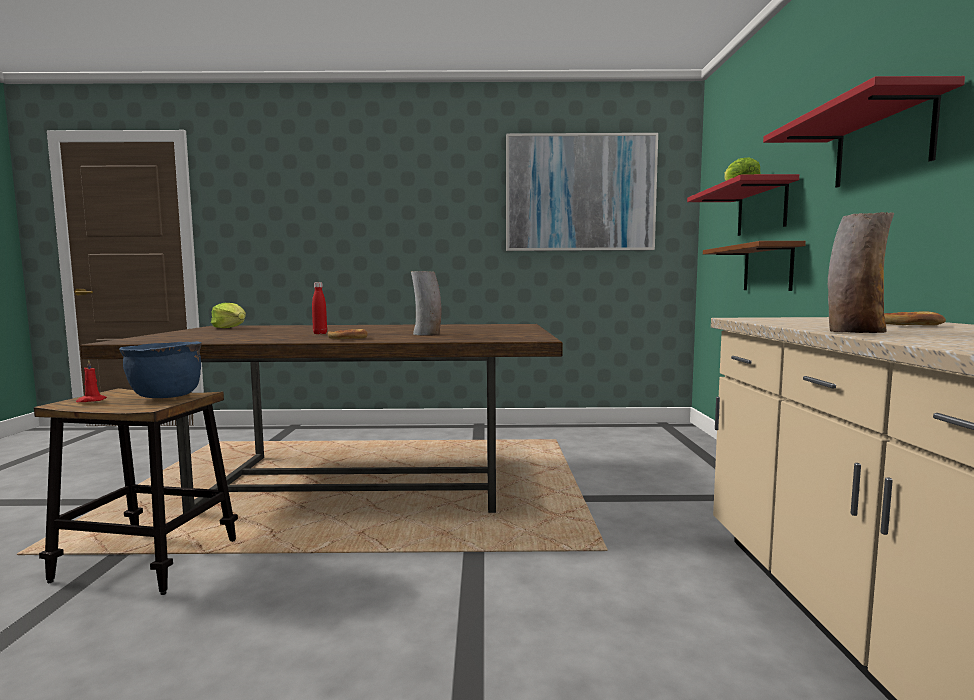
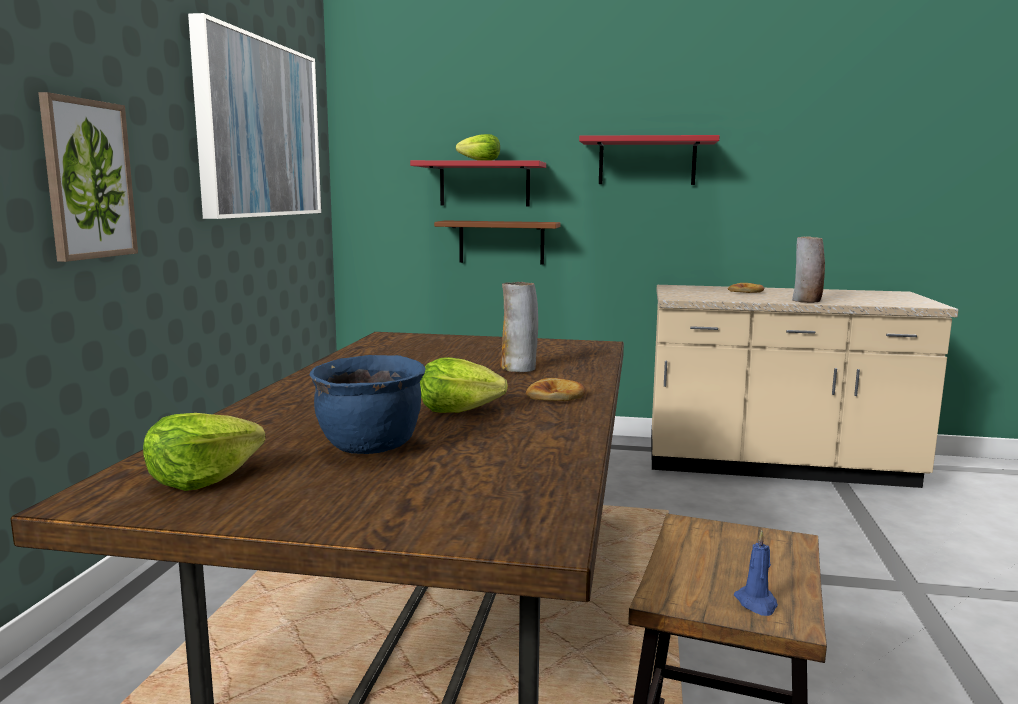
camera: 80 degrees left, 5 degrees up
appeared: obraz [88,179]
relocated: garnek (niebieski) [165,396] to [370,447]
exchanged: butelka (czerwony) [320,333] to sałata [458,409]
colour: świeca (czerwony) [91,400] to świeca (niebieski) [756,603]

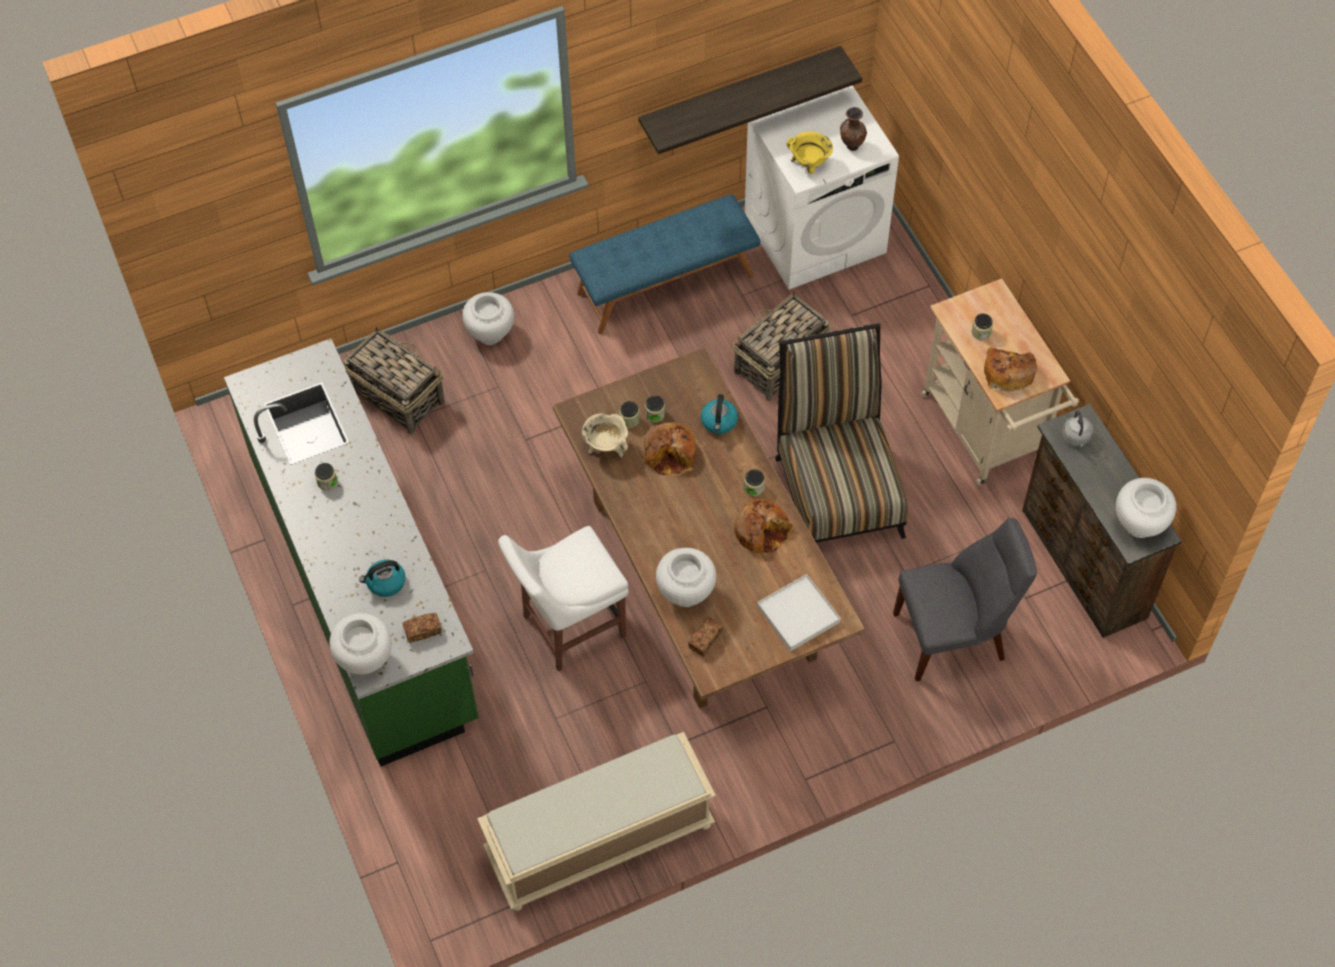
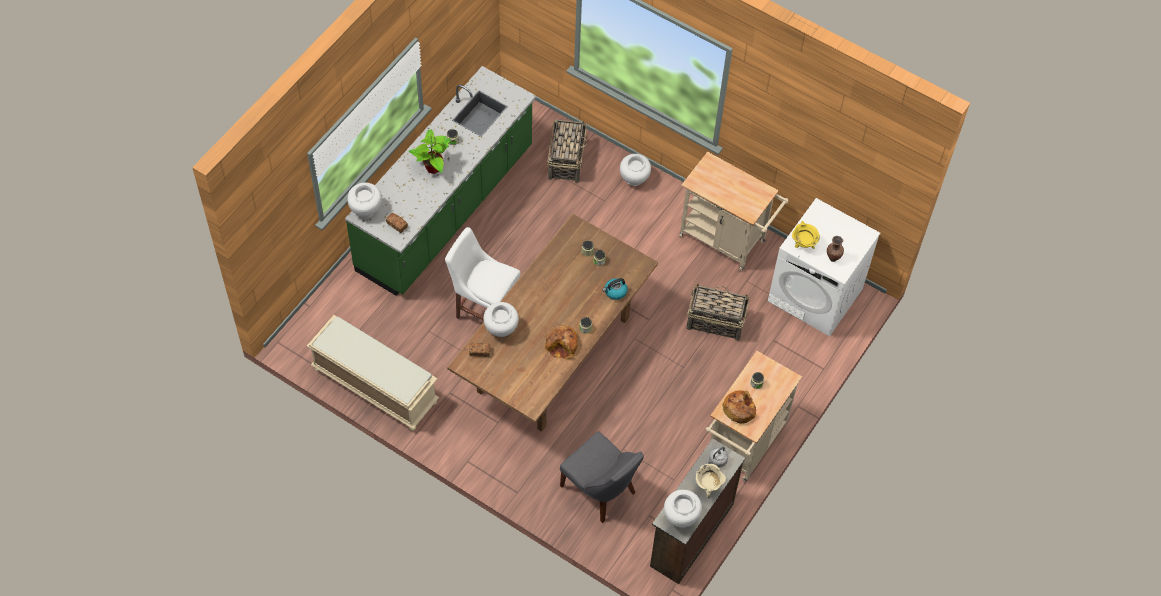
camera: 55 degrees right, 0 degrees up
missing: czajnik [385,583]; półka [740,94]; chleb [671,454]; taca (biały) [798,614]; krzesło [837,488]
appeared: roślina doniczkowa [433,168]
relocated: garnek (beżowy) [606,447] to [708,486]
exchanged: ławka (niebieski) [665,283] to wózek (beżowy) [726,241]

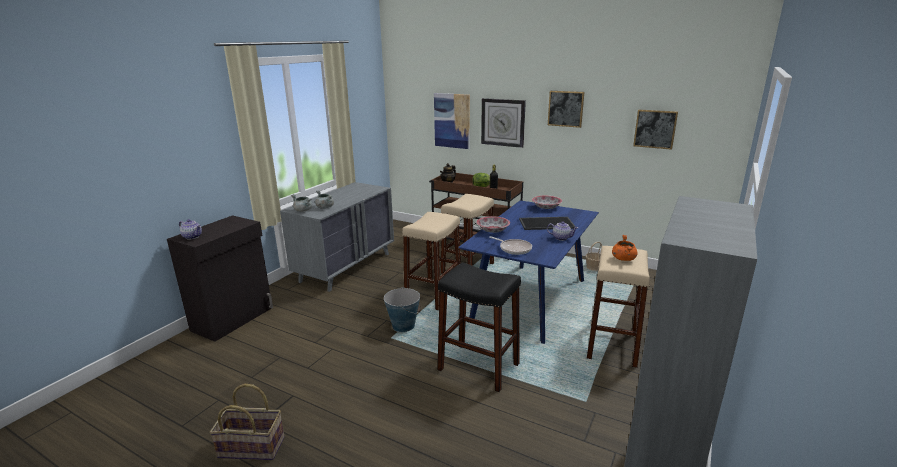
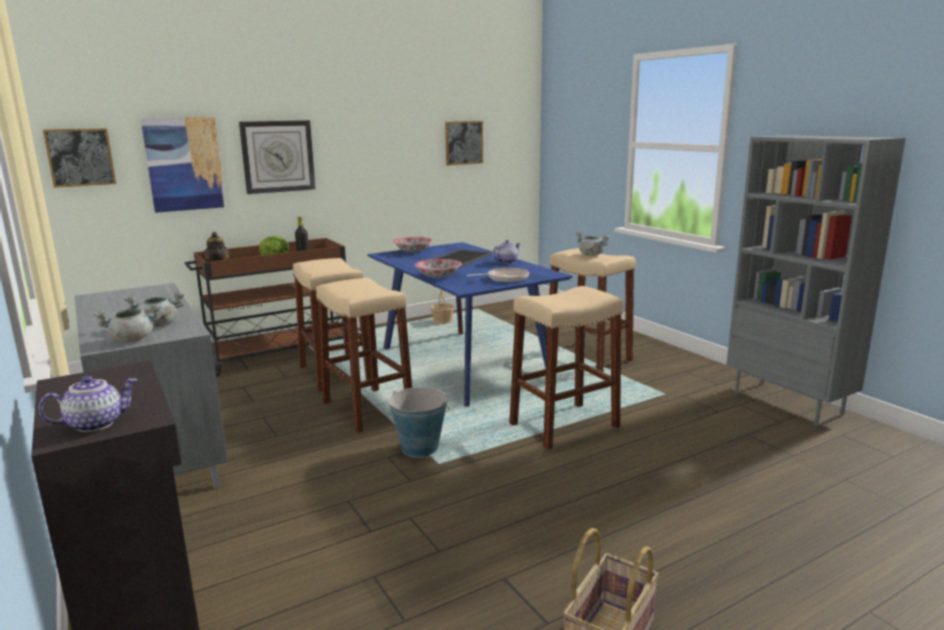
camera: 60 degrees left, 5 degrees down
relocated: obraz [565,108] to [80,157]
colour: stołek (czarny) [478,367] to stołek (beżowy) [564,425]; garnek (pomarańczowy) [623,258] to garnek (szary) [591,255]

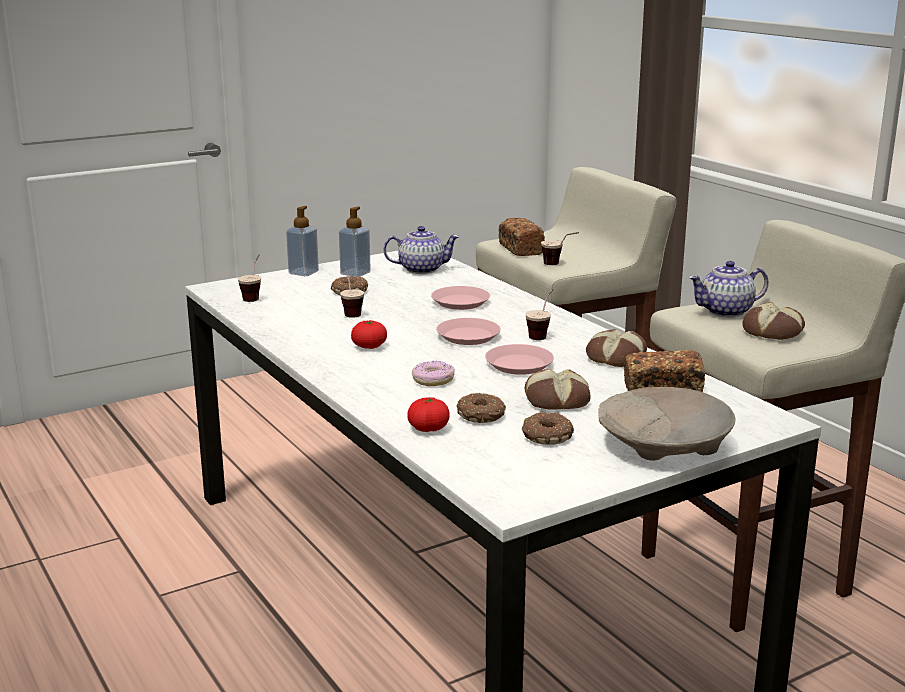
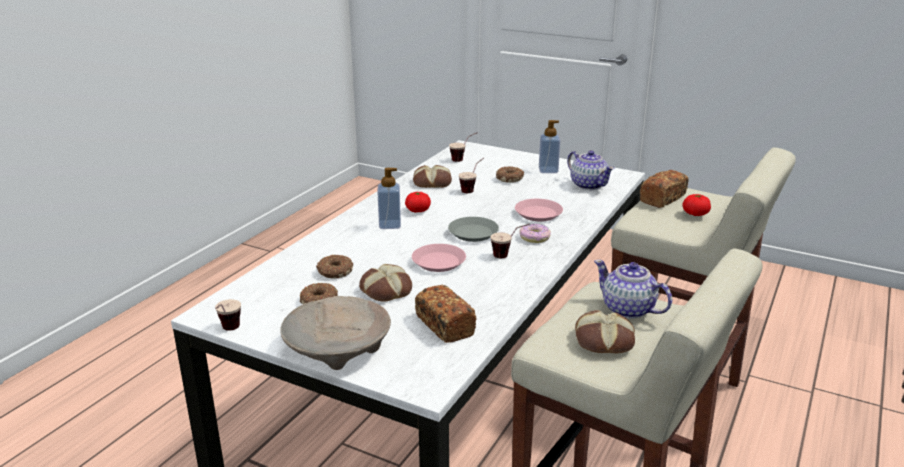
camera: 60 degrees right, 5 degrees up
relocated: dozownik mydła [303,272] to [390,225]; pomidor [428,428] to [695,214]; donut [432,380] to [534,237]; filiżanka [559,265] to [228,332]; chleb [614,356] to [432,182]
colour: talerz (różowy) [468,336] to talerz (szary) [473,233]

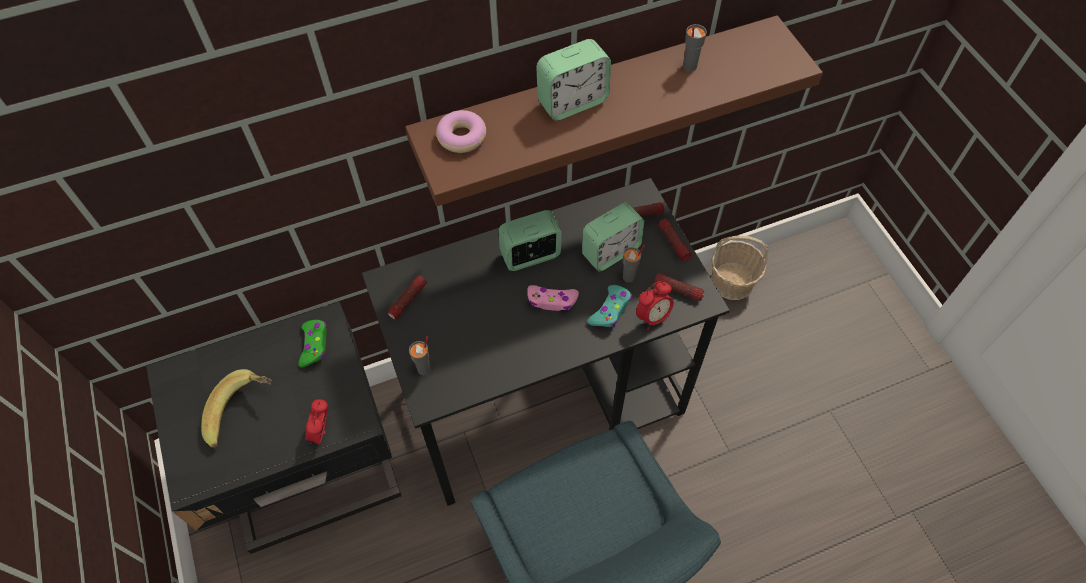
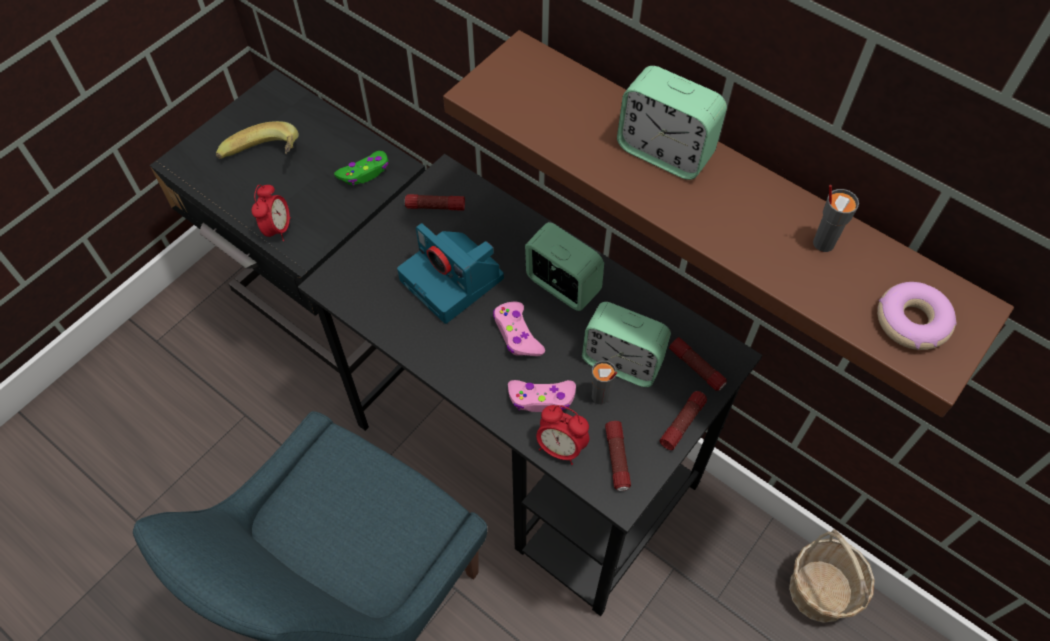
camera: 60 degrees right, 0 degrees up
missing: filiżanka (szary) [424,369]
appeared: aparat fotograficzny [454,280]
relocated: donut [462,137] to [911,322]
colour: pad do gier (turkusowy) [610,310] to pad do gier (różowy) [542,399]
spun: budzik [322,432] = [277,229] 120 degrees clockwise

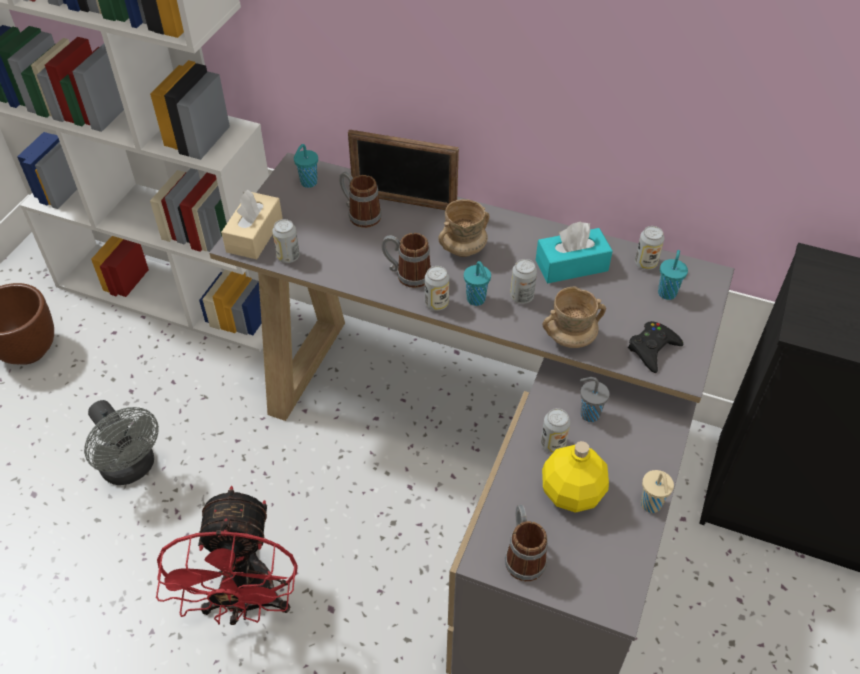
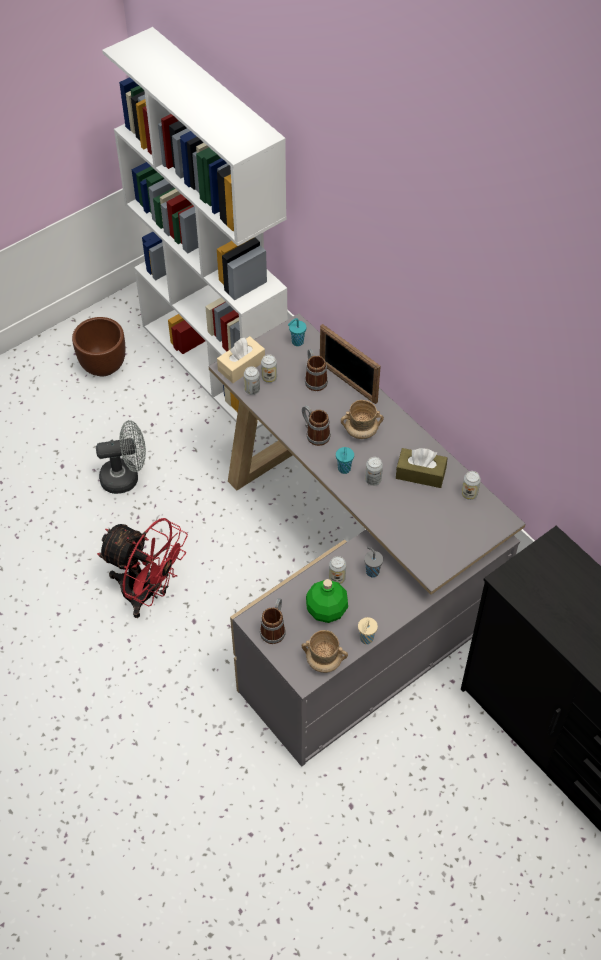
camera: 30 degrees right, 5 degrees up
missing: pad do gier (czarny) [652,349]; filiżanka (turkusowy) [667,292]
relocated: puszka [436,303] to [269,378]; kubek (beżowy) [570,337] to [324,661]
colour: pudełko chusteczek (turkusowy) [571,265] to pudełko chusteczek (brązowy) [420,474]; butelka (żółty) [572,492] to butelka (zielony) [327,610]
spun: wentylator (szary) [132,469] = [126,477] 90 degrees counterclockwise; wentylator (czerwony) [246,604] = [147,593] 90 degrees counterclockwise

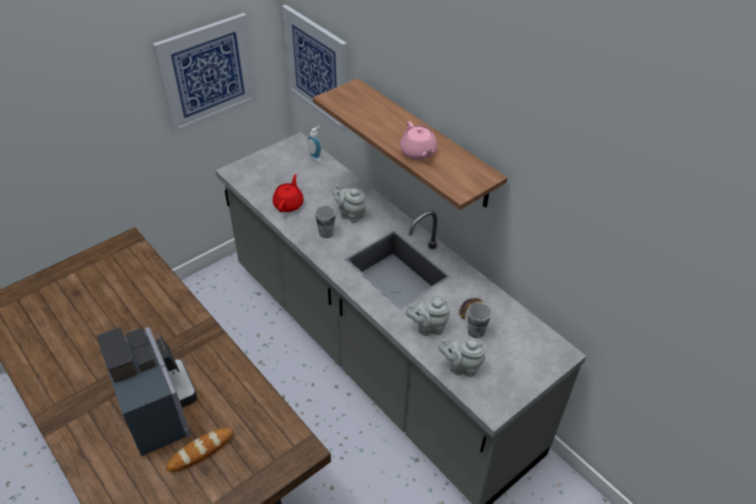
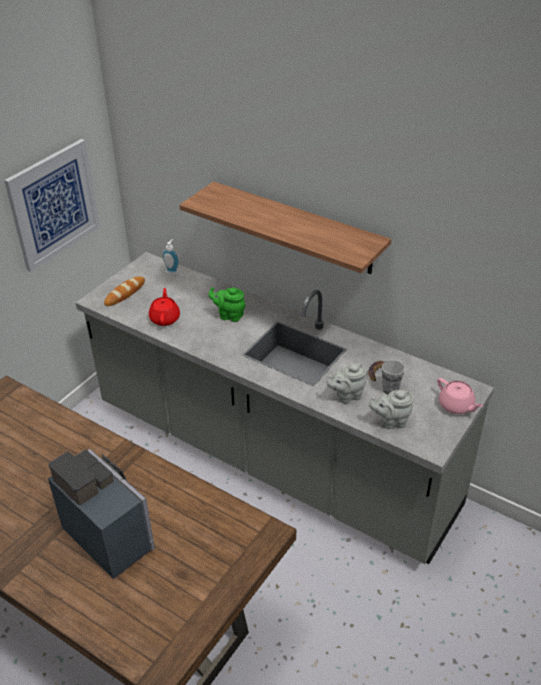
camera: 15 degrees left, 5 degrees down
missing: obraz [317,68]; filiżanka [326,233]
relocated: chleb [201,451] to [125,293]; imbryk (różowy) [418,152] to [456,406]
colour: imbryk (szary) [350,214] to imbryk (zielony) [229,315]

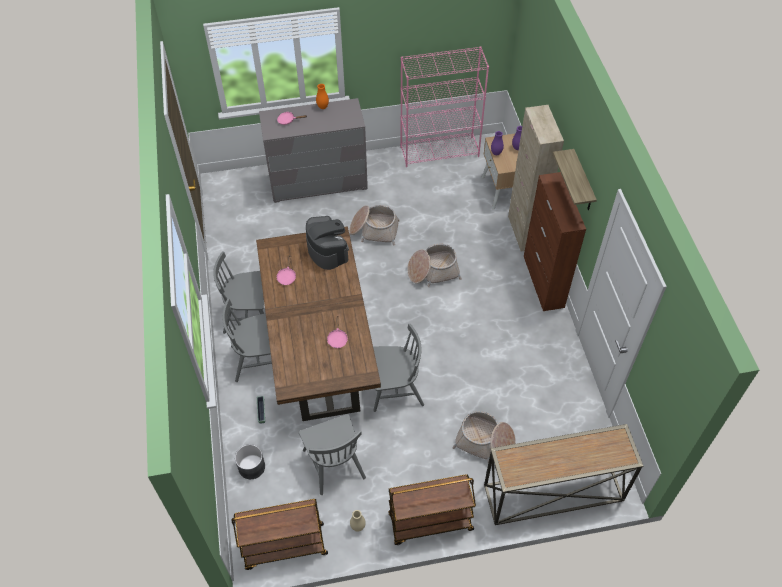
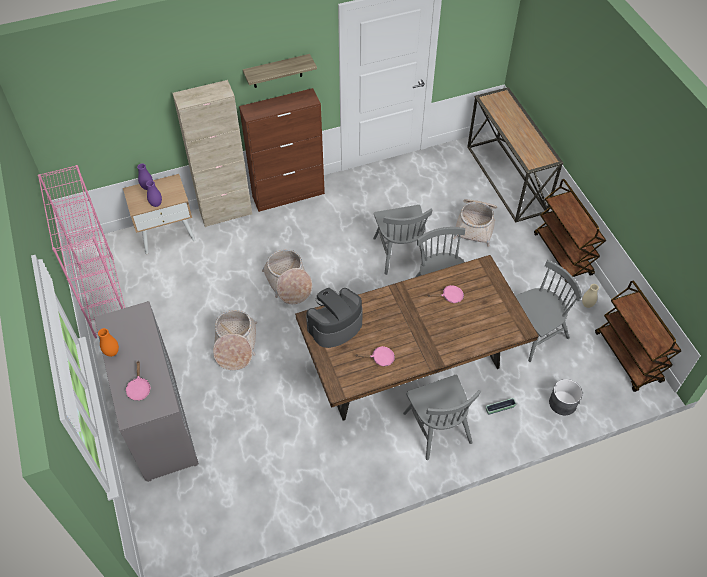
camera: 100 degrees left, 0 degrees up
relocated: krzesło (szary) [248,315] to [400,252]

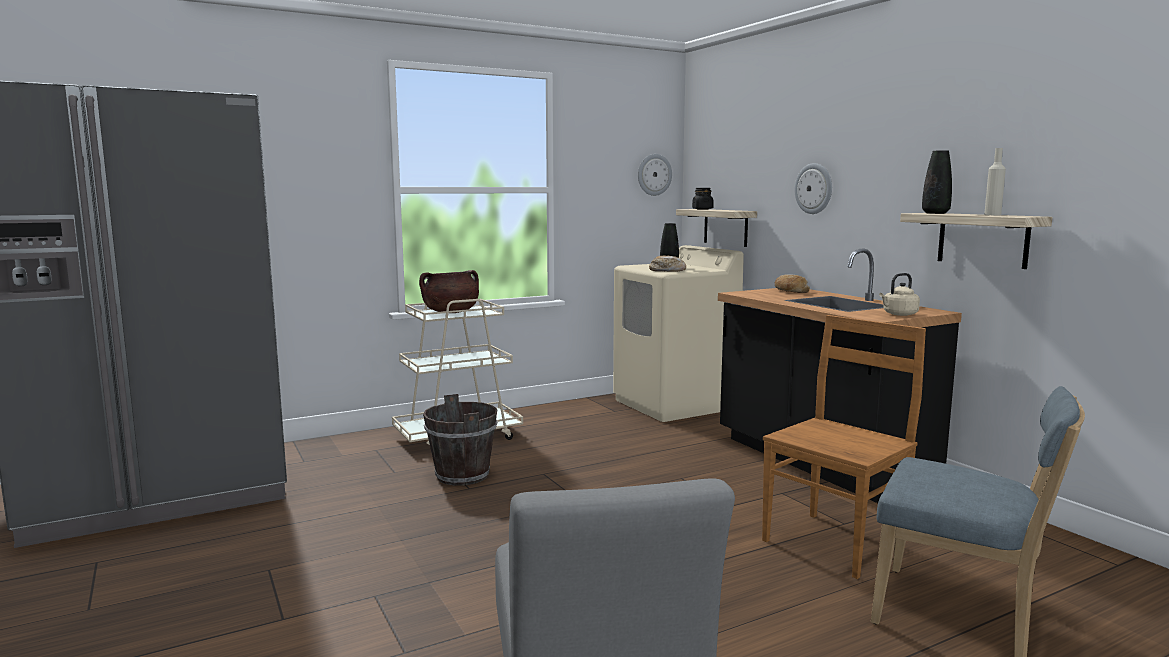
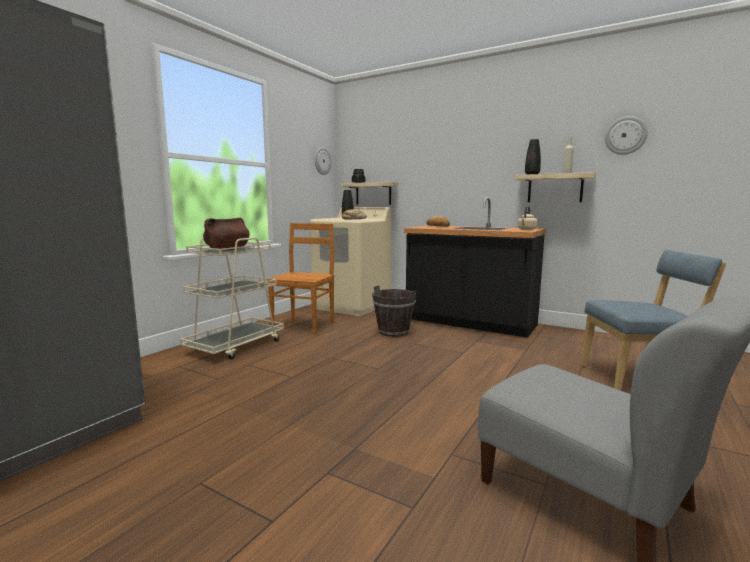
camera: 30 degrees left, 0 degrees up
relocated: wiadro (brązowy) [462,476] to [393,332]; krzesło (brązowy) [835,543] to [304,325]; zegar ścienny [814,188] to [625,135]

